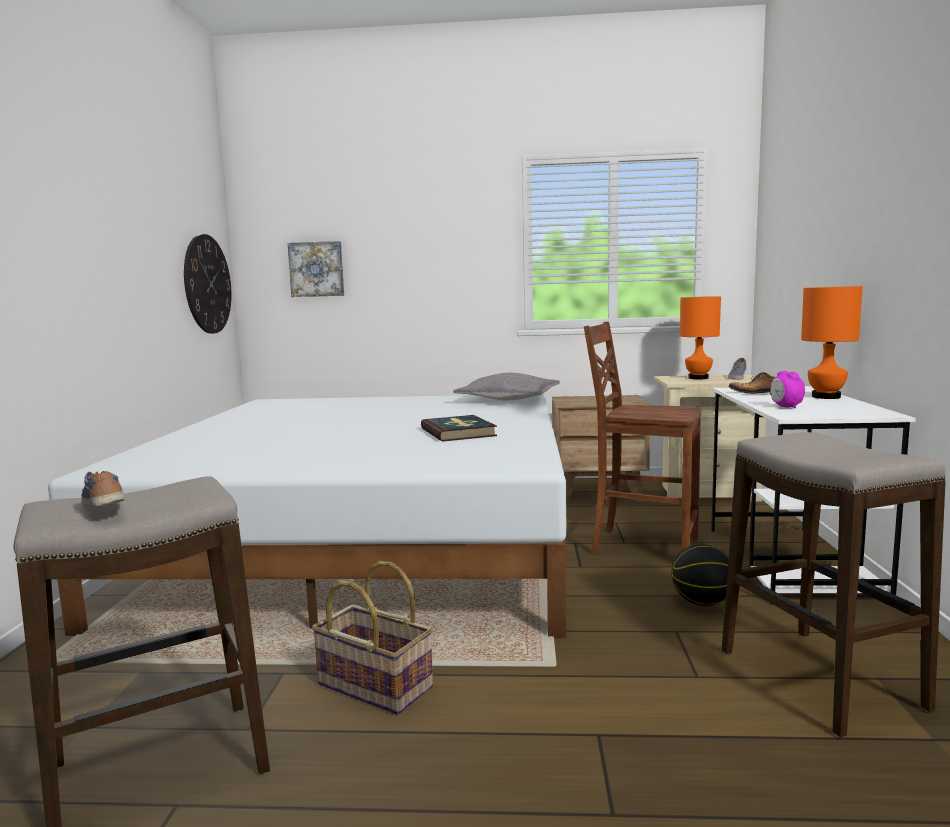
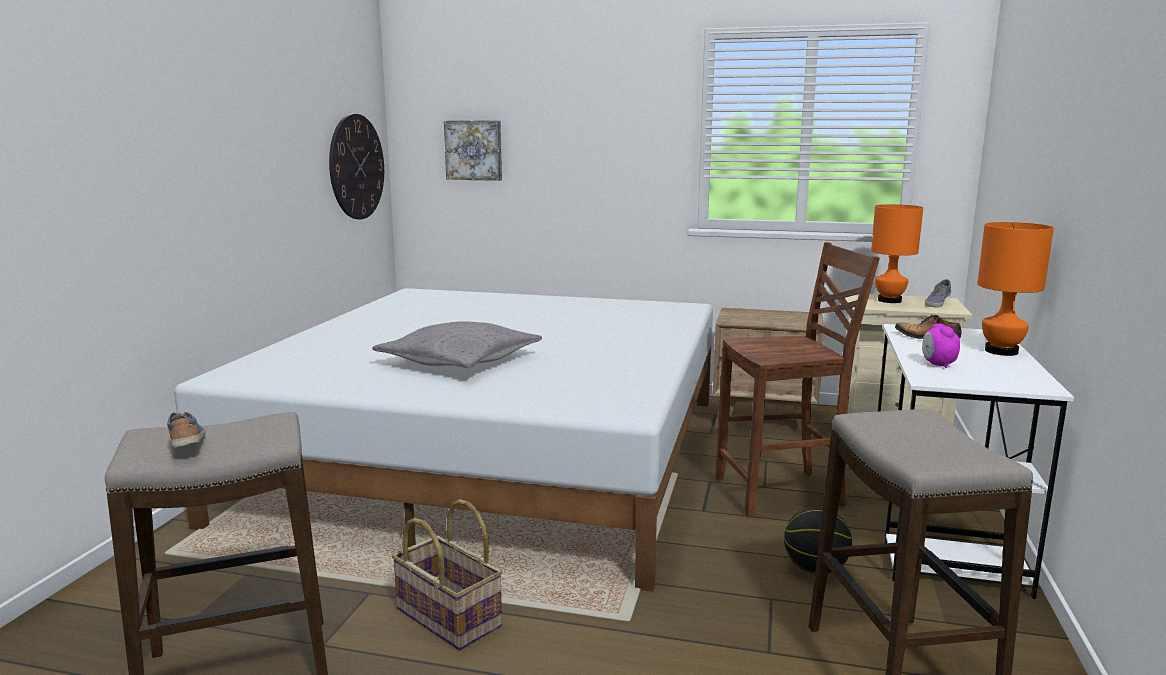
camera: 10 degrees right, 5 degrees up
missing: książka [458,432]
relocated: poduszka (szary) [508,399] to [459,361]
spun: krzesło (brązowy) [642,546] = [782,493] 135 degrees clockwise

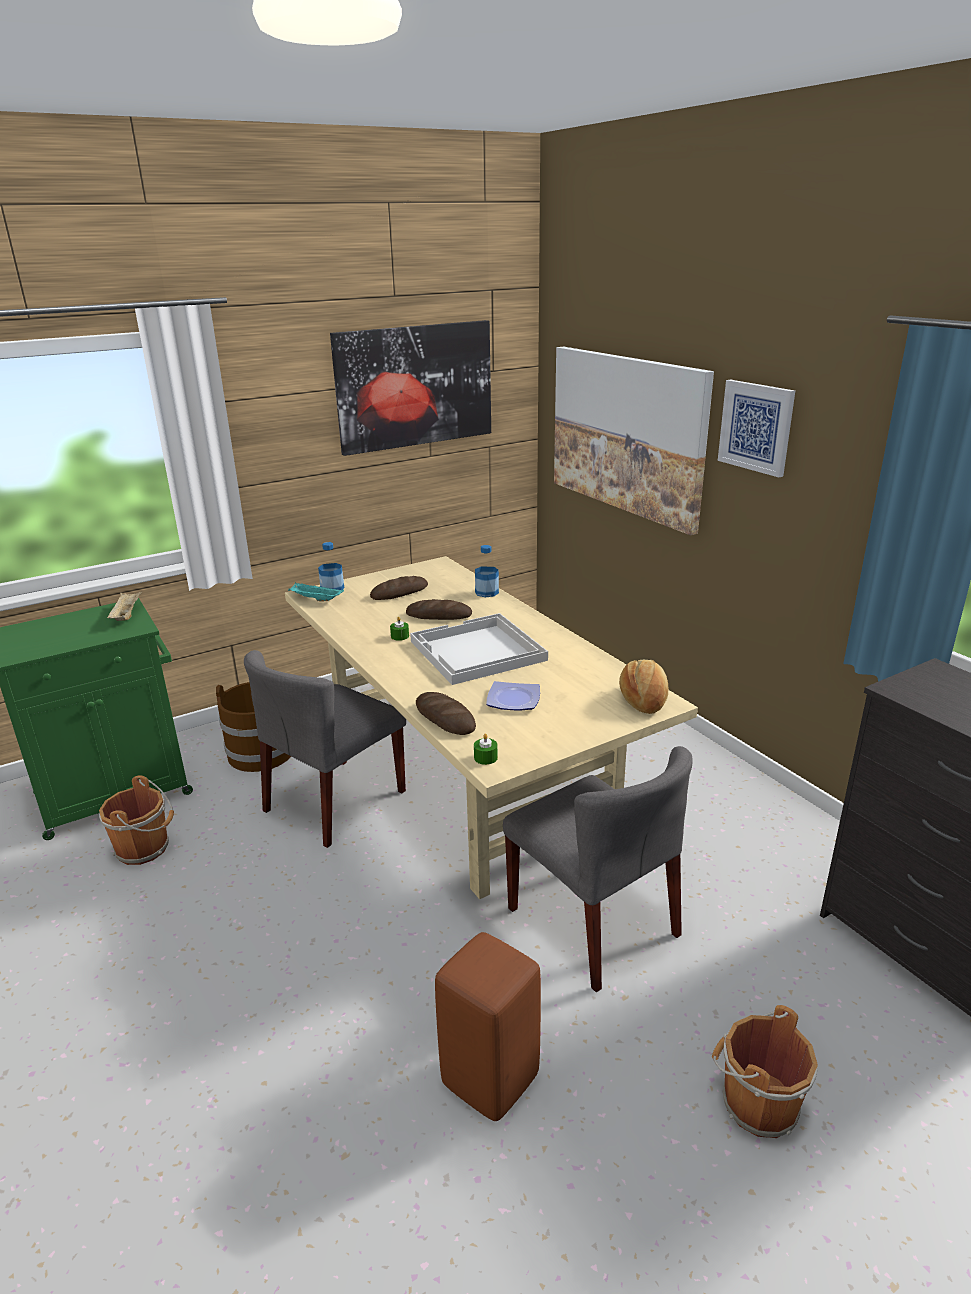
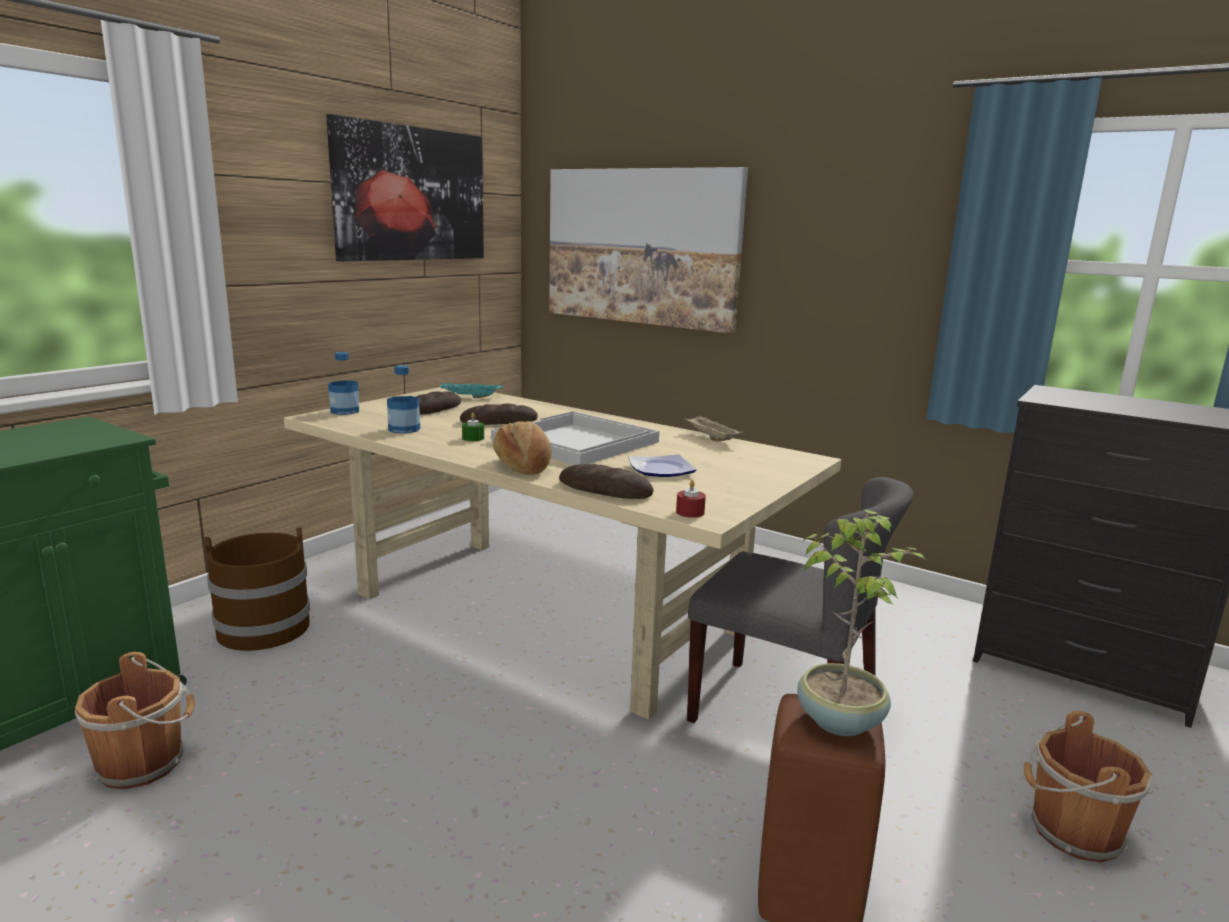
camera: 25 degrees left, 10 degrees down
missing: krzesło (szary) [335,802]; obraz [756,427]
appeared: roślina doniczkowa [841,720]
relocated: taca (beżowy) [126,615] to [710,438]; taca (turkusowy) [315,599] to [470,397]; butelka [486,592] to [404,429]; chleb [644,699] to [523,465]
colour: świeca (zielony) [485,757] to świeca (czerwony) [690,512]

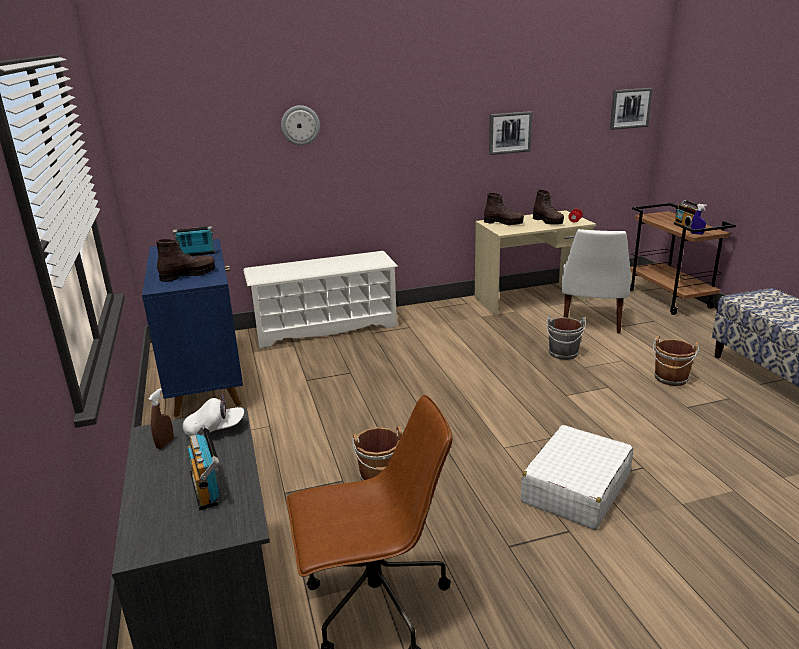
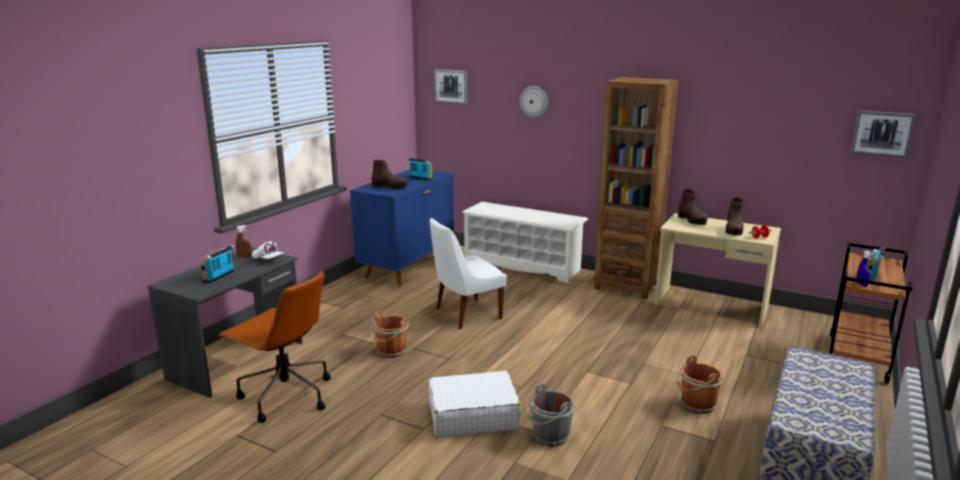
camera: 45 degrees right, 5 degrees down
appeared: regał (brązowy) [626,286]
relocated: obraz [509,132] to [451,86]; wiadro (szary) [563,354] to [549,436]; krzesło (biały) [591,322] to [465,314]

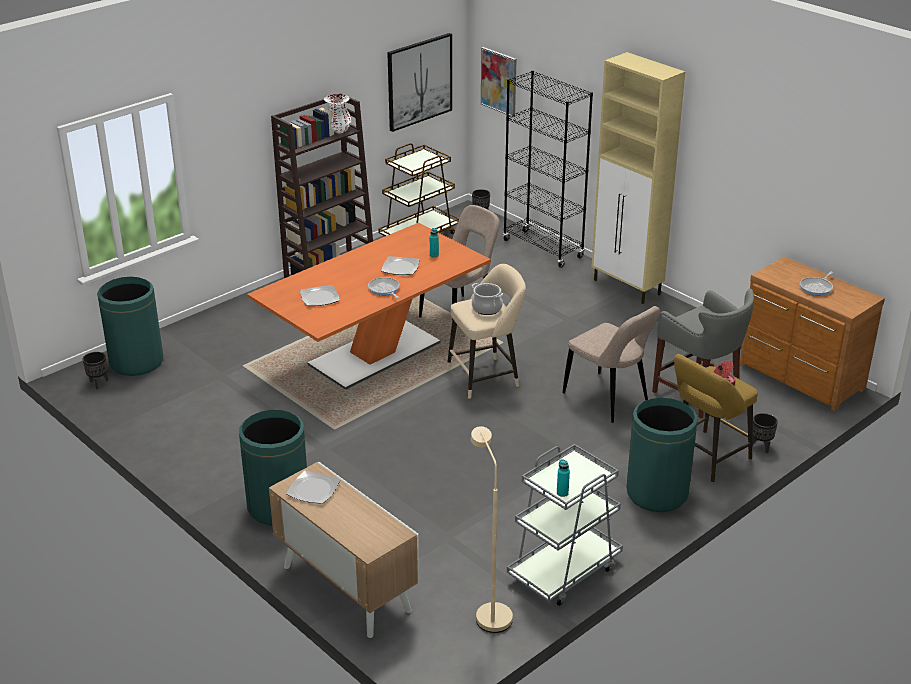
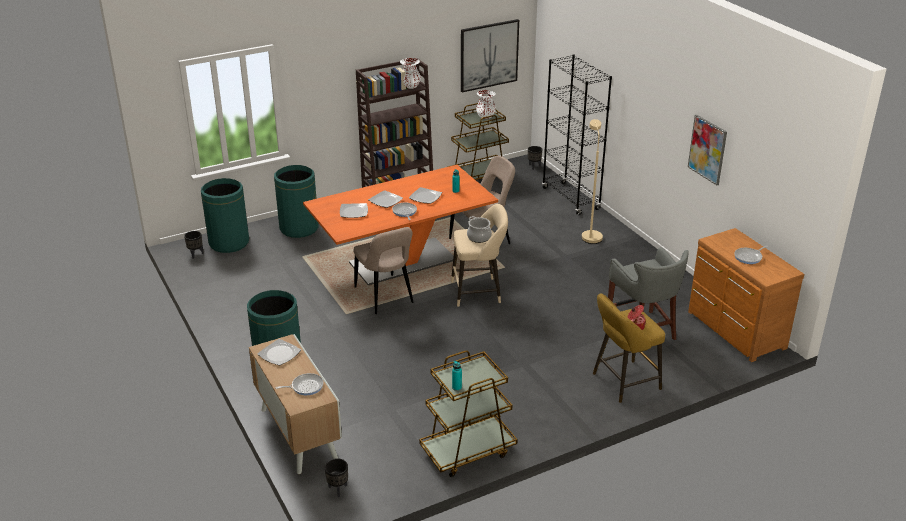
camera: 15 degrees right, 0 degrees up
missing: szafka (beżowy) [627,288]
appeared: patelnia [305,386]; talerz [385,200]; wazon (biały) [485,116]
relocated: lampa stojąca (beżowy) [489,612] to [590,235]; obraz [499,81] to [707,149]; krzesło (beżowy) [608,399] to [385,297]; kosz na śmieci (zielony) [656,493] to [299,228]; donica (czarny) [761,447] to [338,490]
colour: wózek (szary) [564,571] to wózek (brązowy) [467,451]

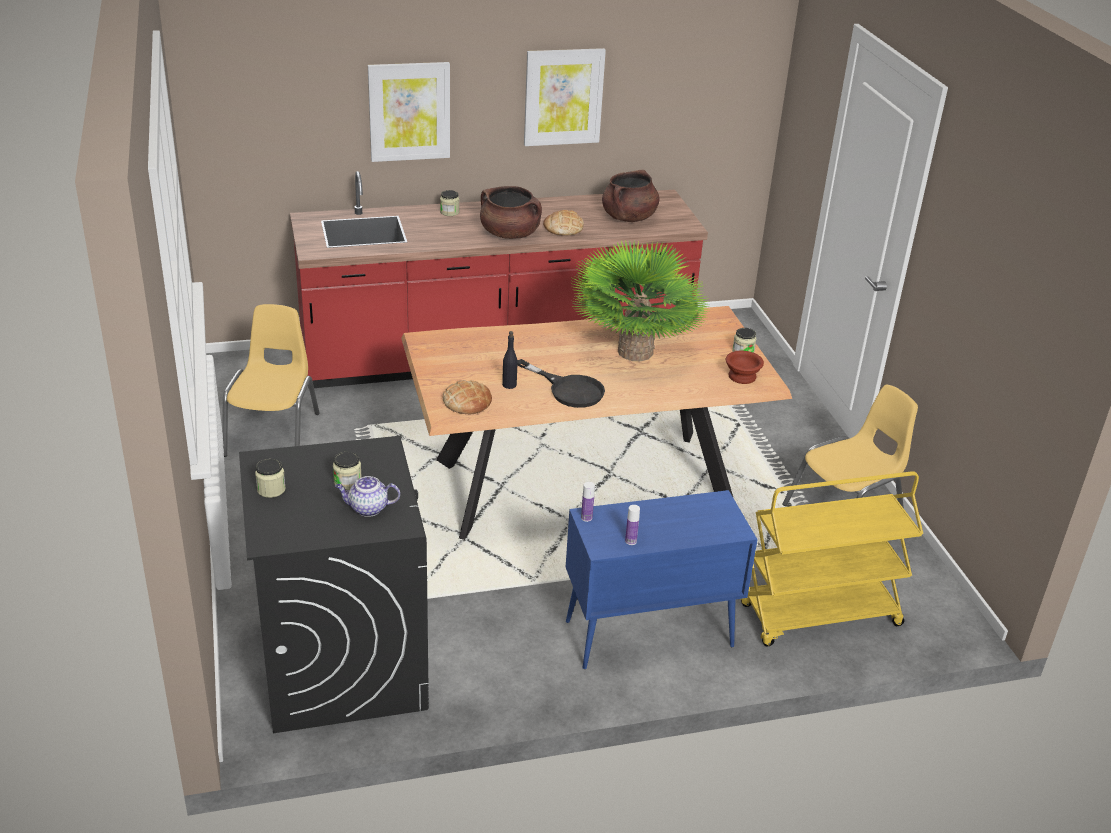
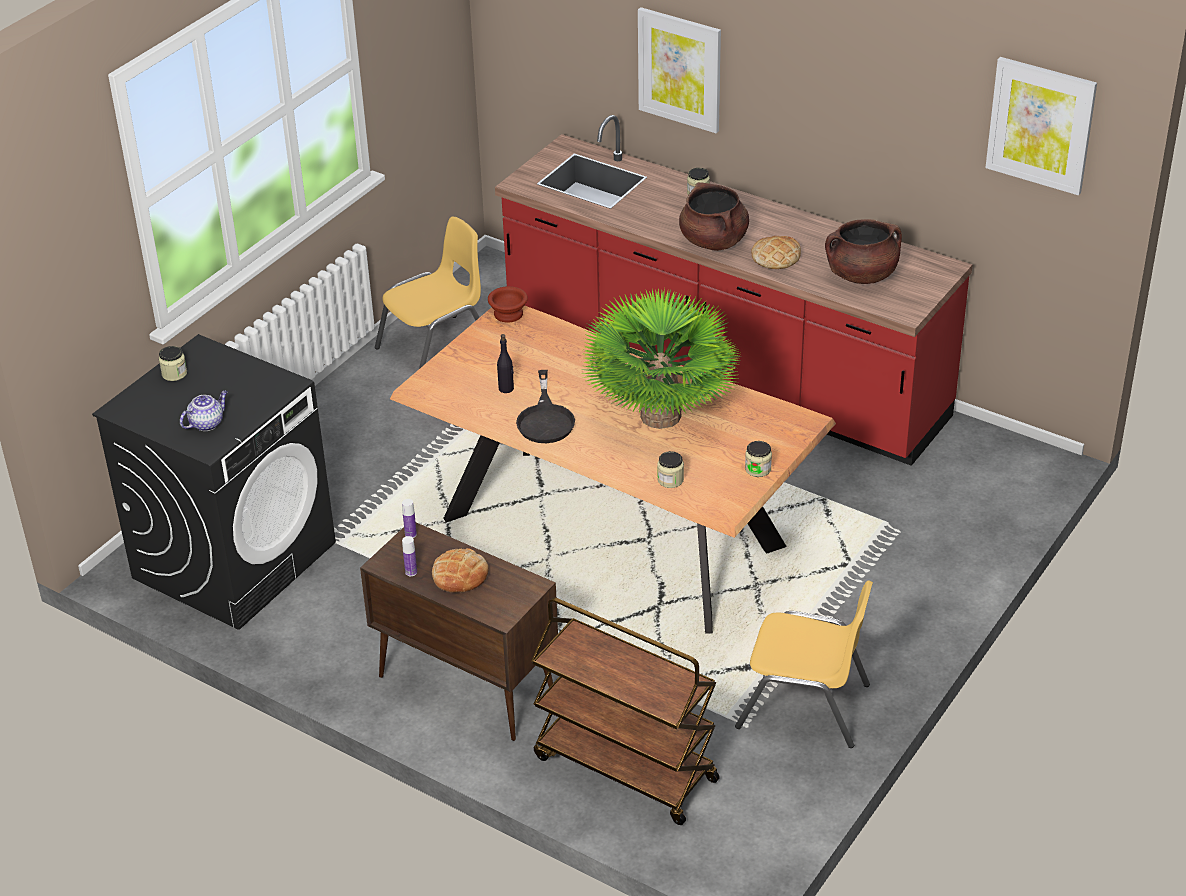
camera: 50 degrees right, 5 degrees up
relocated: słoik [347,482] to [670,480]; chleb [467,402] to [460,575]; obraz [563,97] to [1041,125]; miska (brązowy) [743,376] to [509,314]
colour: szafka (niebieski) [647,634] to szafka (brązowy) [465,685]; wózek (żółty) [819,616] to wózek (brązowy) [624,769]
spun: imbryk [367,508] = [207,423] 90 degrees clockwise

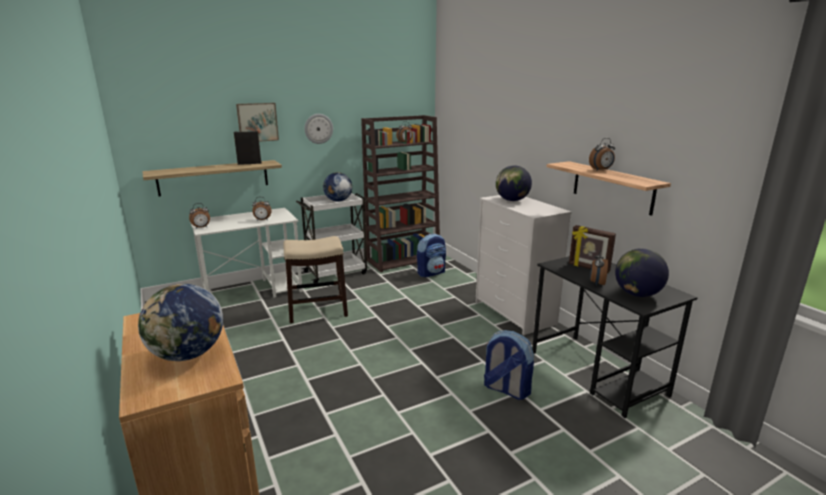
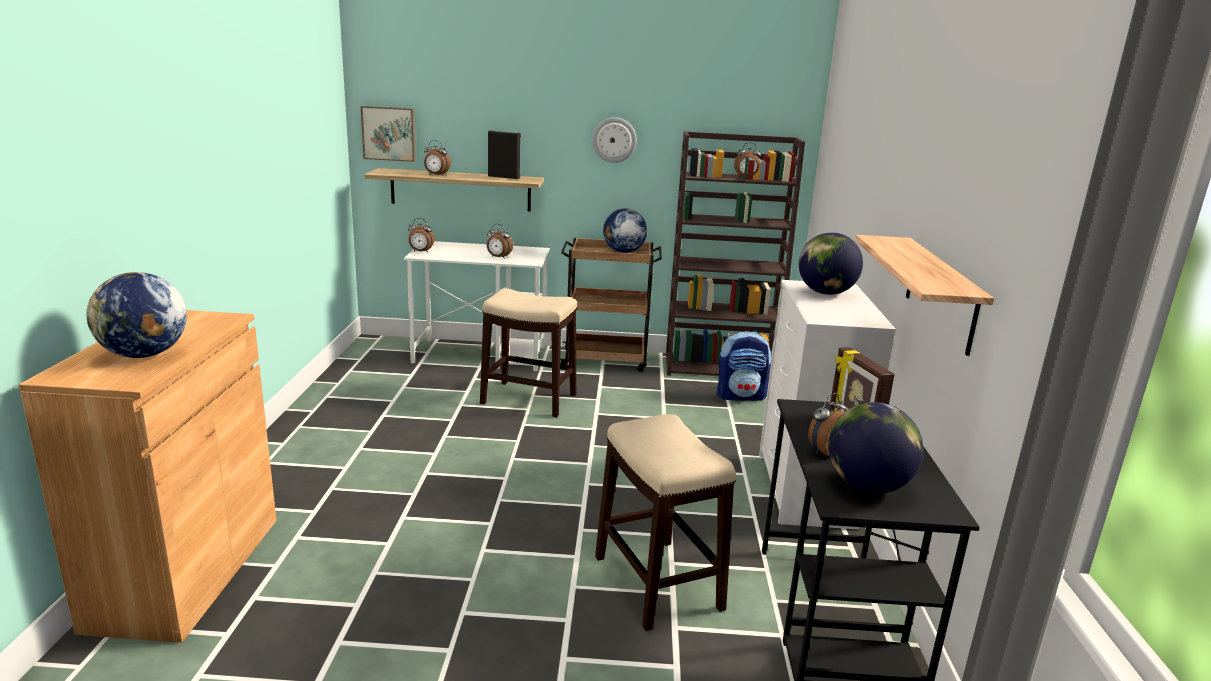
camera: 30 degrees right, 0 degrees up
relocated: obraz [257,122] to [389,133]; budzik [601,170] to [436,175]
exchanged: plecak [505,389] to stołek [657,582]
colour: wózek (biały) [336,272] to wózek (brązowy) [606,360]

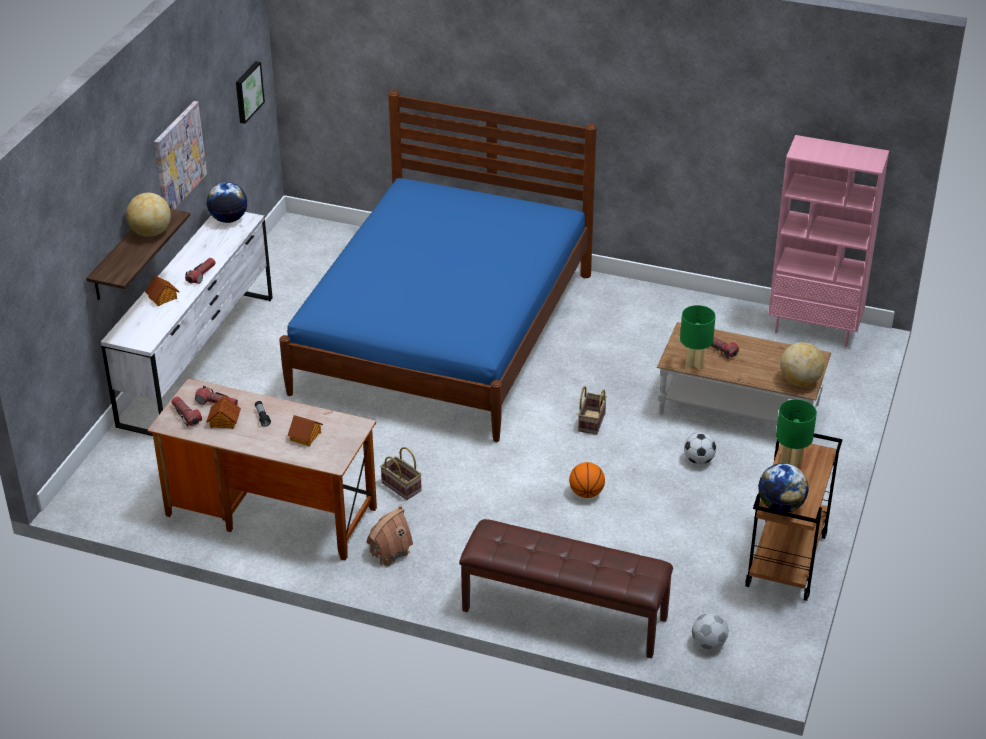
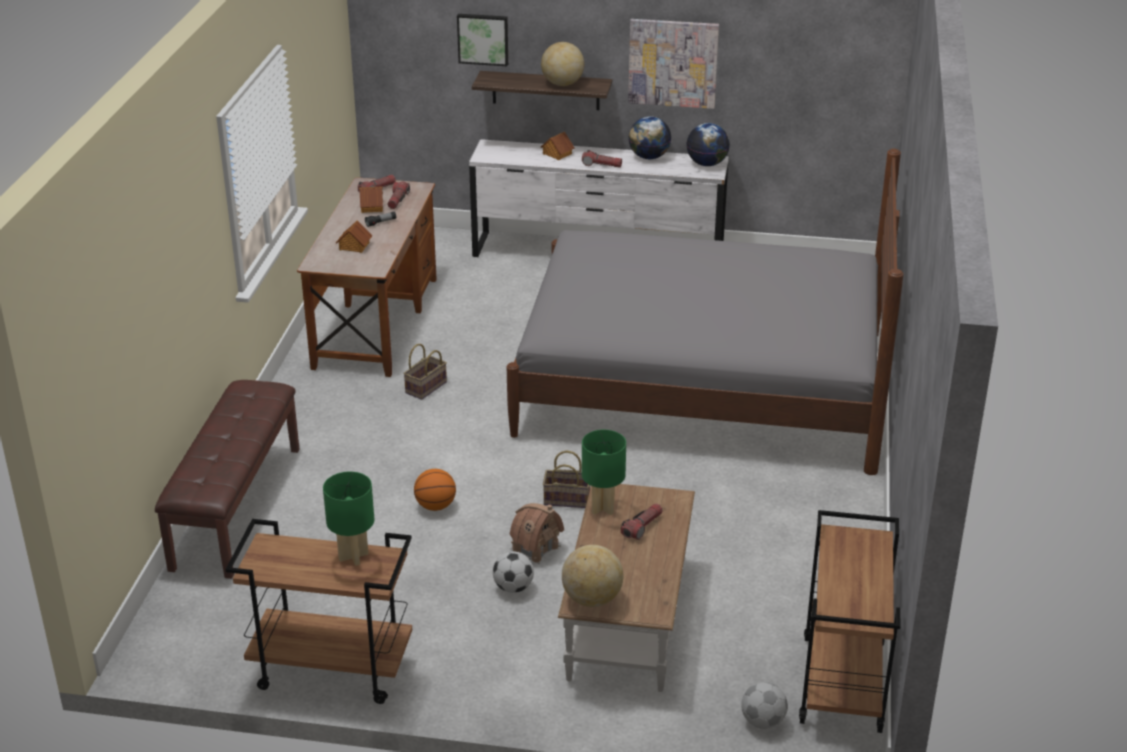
camera: 80 degrees right, 5 degrees down
relocated: obraz [247,91] to [483,39]; domek [389,552] to [535,548]; piłka futbolowa [709,644] to [762,722]; globus [781,506] to [649,157]
exchanged: regał (różowy) [814,329] to wózek (brązowy) [843,685]
colour: łóżko (niebieski) [444,332] to łóżko (szary) [701,383]

